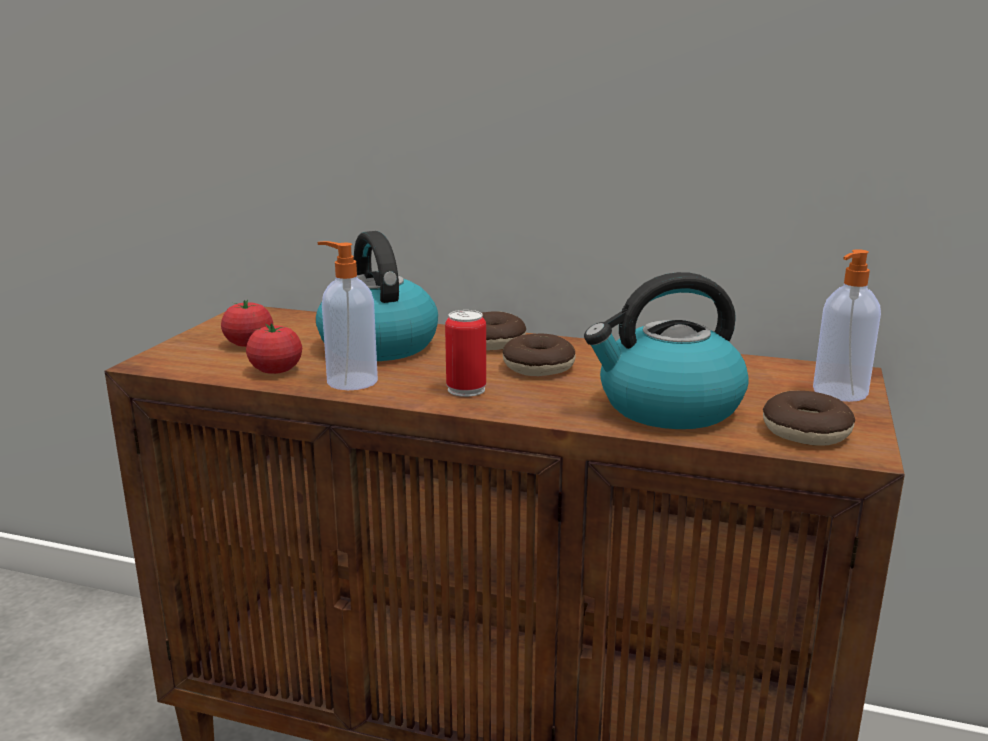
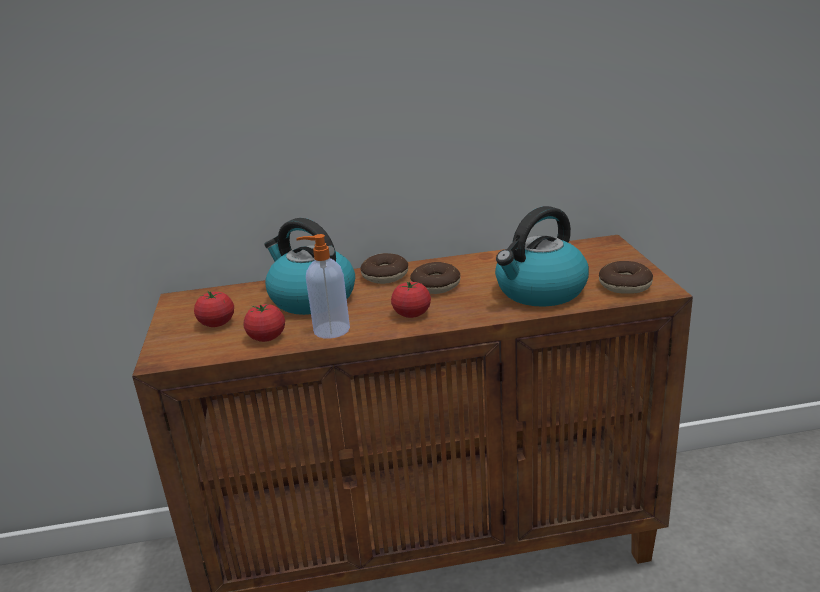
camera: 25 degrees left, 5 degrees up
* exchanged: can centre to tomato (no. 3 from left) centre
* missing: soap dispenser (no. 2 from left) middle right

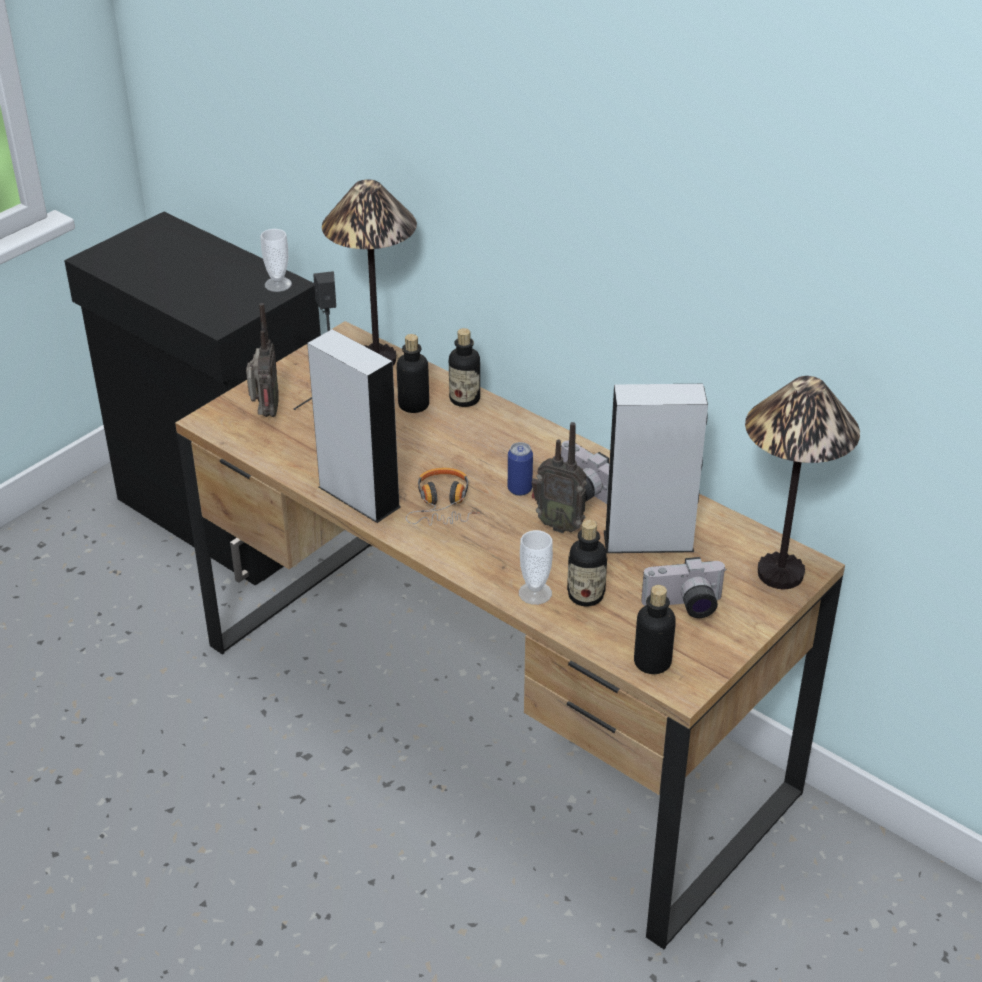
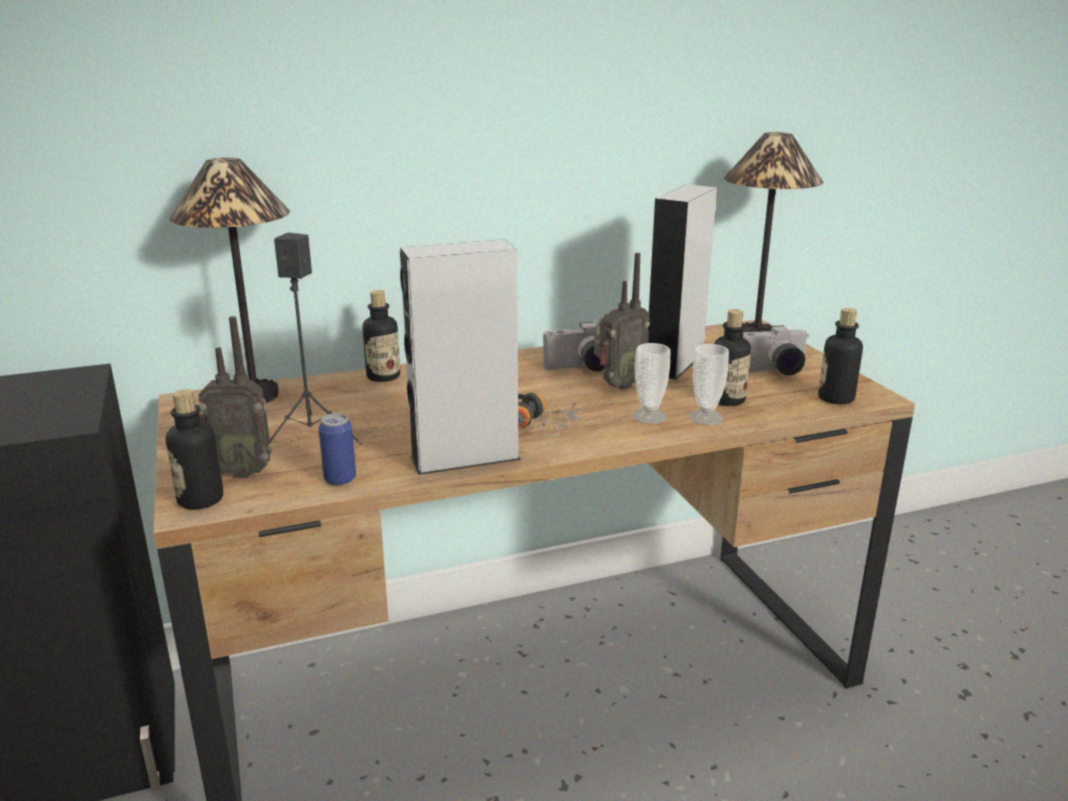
camera: 60 degrees left, 15 degrees down
* spun: radio (no. 1 from left) middle left = middle left 150 degrees clockwise
* relocated: cup (no. 1 from left) top left to centre
* relocated: bottle (no. 1 from left) centre to middle left
* relocated: can centre to middle left
* spun: photo camera (no. 2 from left) middle right = middle right 60 degrees clockwise

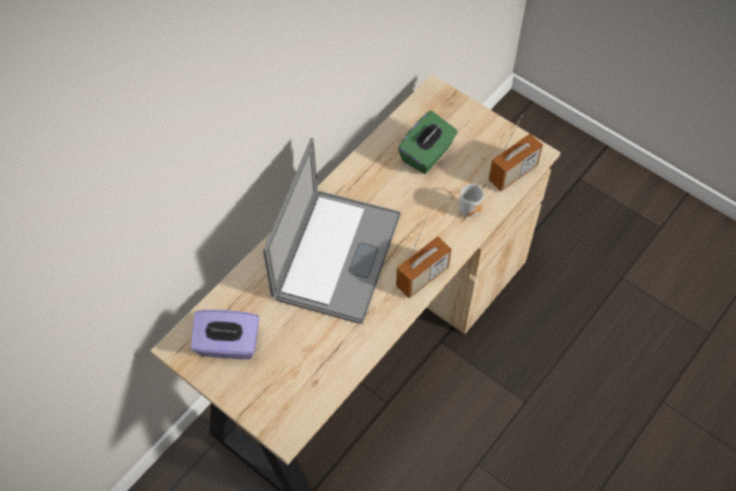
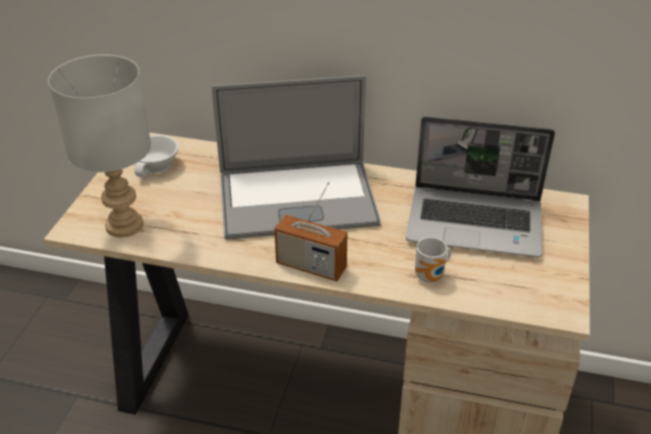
camera: 65 degrees right, 20 degrees down
* exchanged: purple tissue box bottom left to white cup middle left
* exchanged: green tissue box top centre to laptop (no. 2 from left) middle right
* missing: radio (no. 2 from left) top right
* appeared: grey table lamp middle left

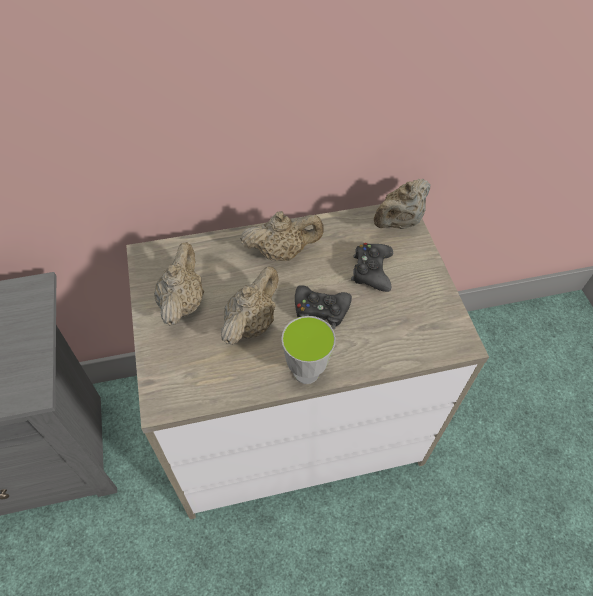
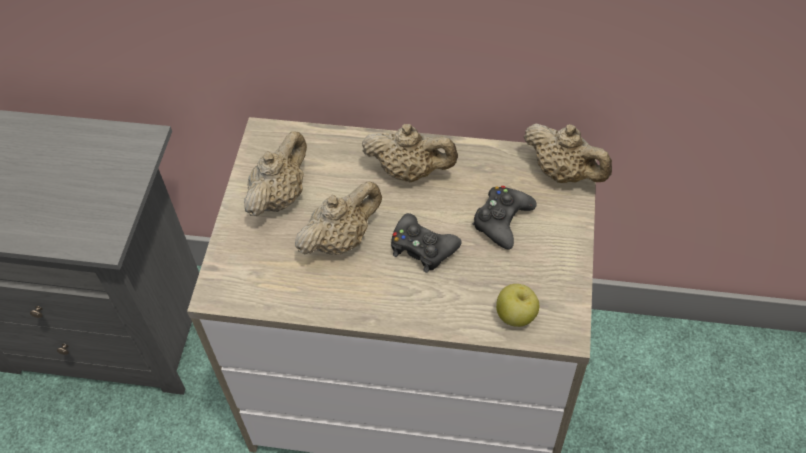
camera: 25 degrees right, 0 degrees up
* missing: cup centre
* spun: beige teapot (no. 4 from left) middle right = middle right 120 degrees counterclockwise
* appeared: apple bottom centre

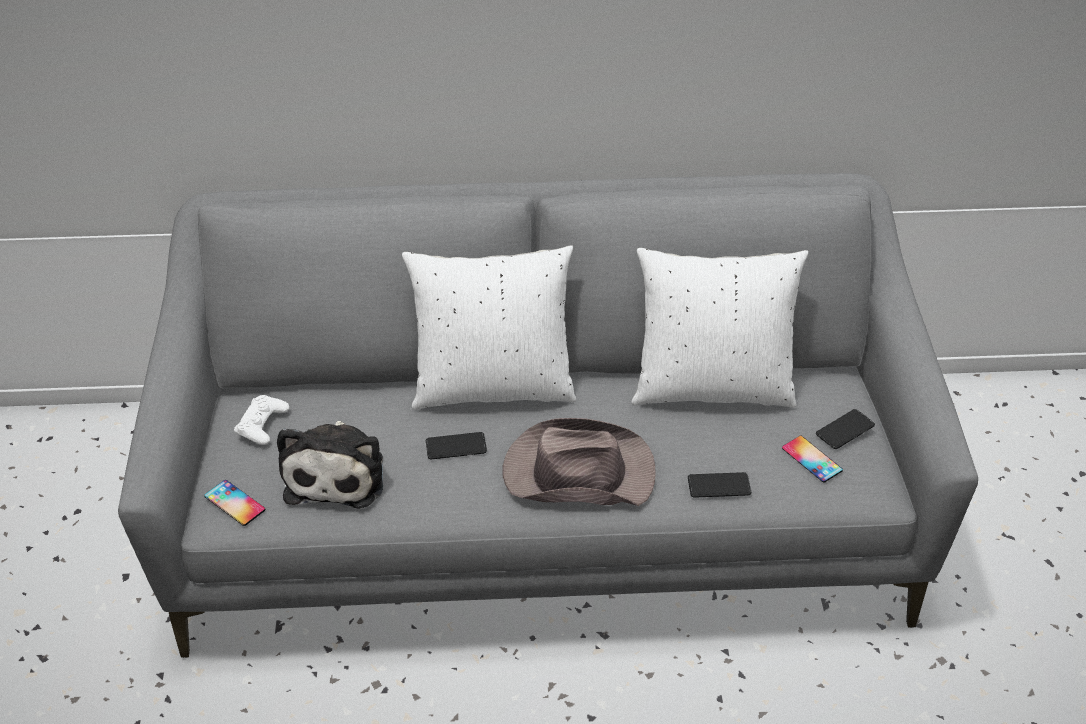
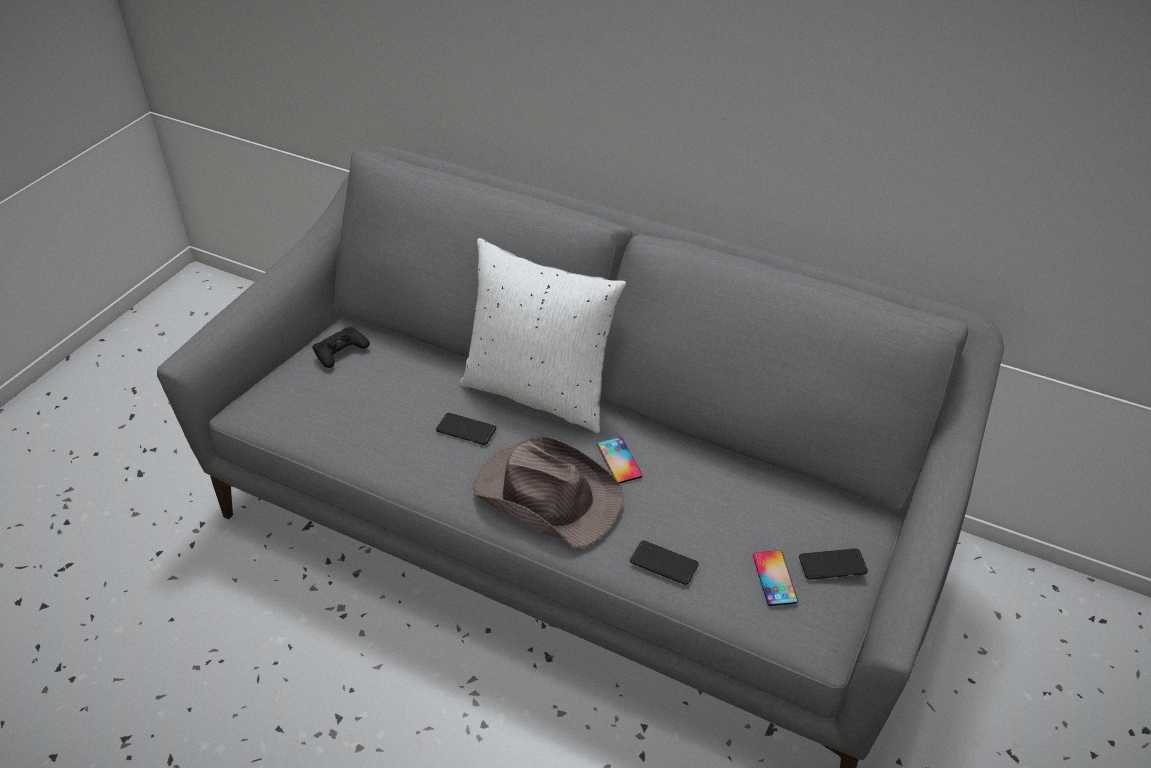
camera: 30 degrees right, 0 degrees up
* relocated: phone (no. 1 from left in the first image) bottom left to phone (no. 2 from left) centre
* colour: white game controller middle left to black game controller middle left
* missing: plush toy middle left
* missing: white pillow (no. 2 from left) centre

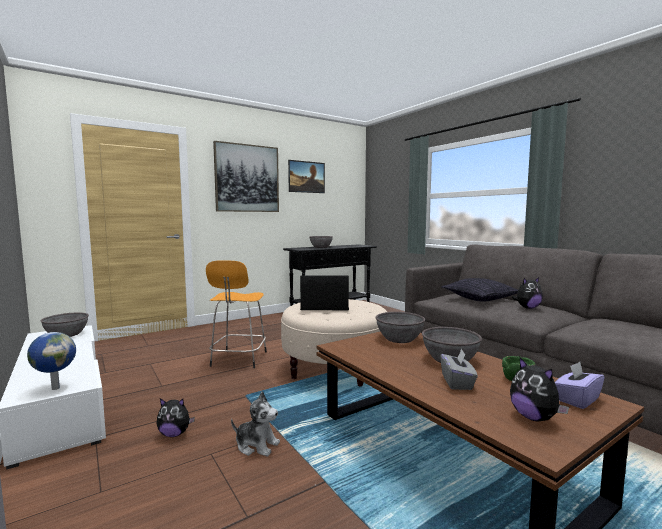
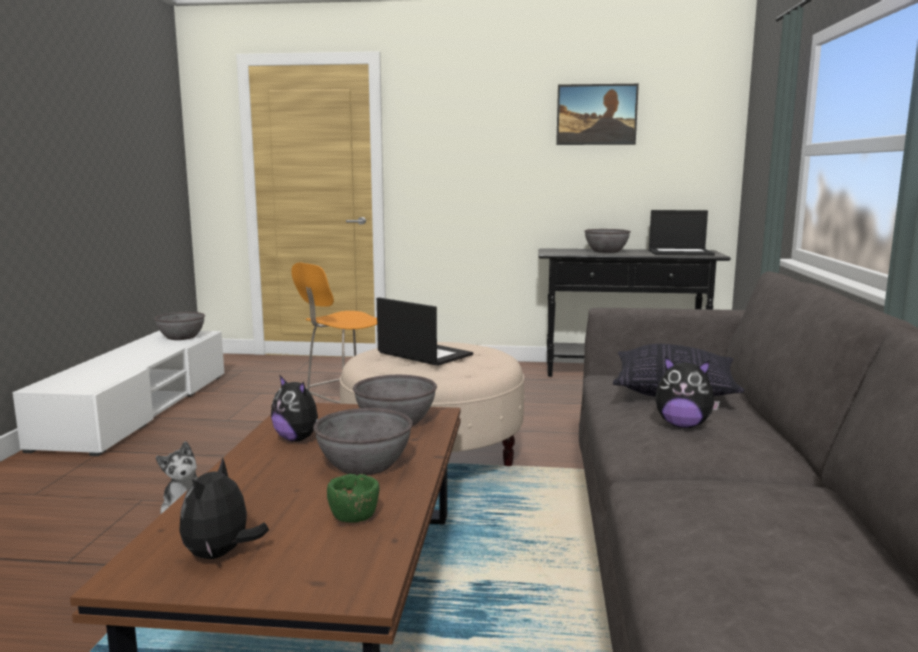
camera: 40 degrees right, 5 degrees up
* missing: globe bottom left
* relocated: plush toy (no. 1 from left in the first image) bottom left to plush toy (no. 3 from left) middle left
* missing: picture (no. 1 from left) top centre
* missing: grey tissue box bottom right
* missing: purple tissue box bottom right
* appeared: laptop (no. 2 from left) middle right

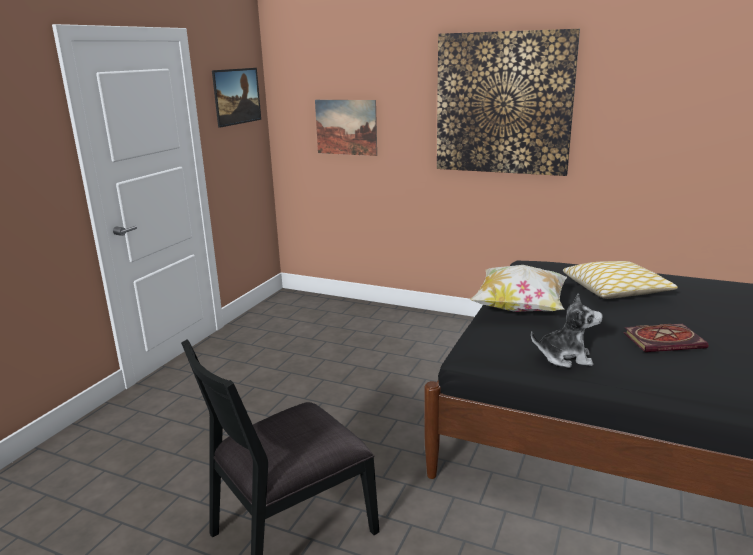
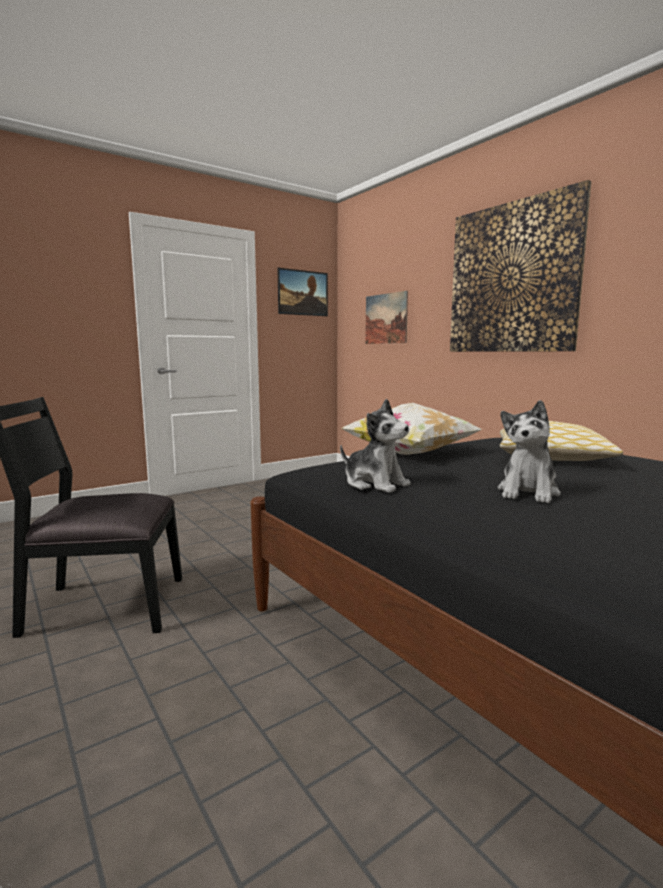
camera: 30 degrees right, 10 degrees down
* exchanged: book middle right to plush toy (no. 2 from left) middle right

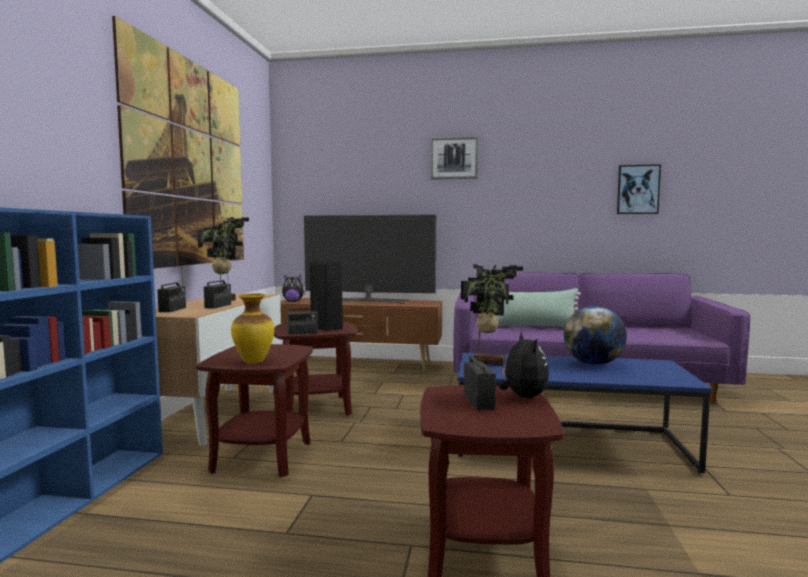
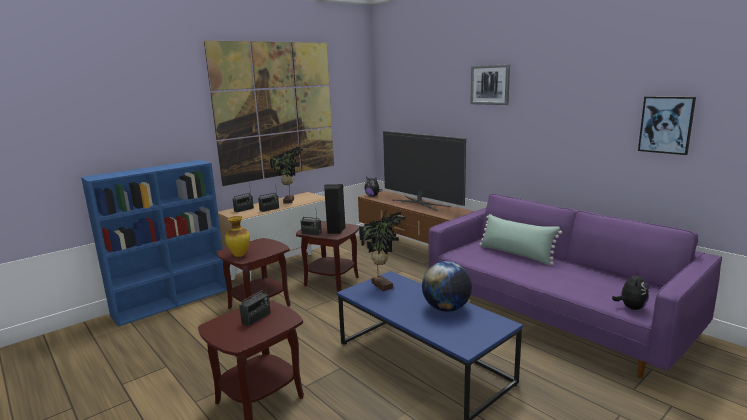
camera: 40 degrees right, 10 degrees up
* relocated: plush toy (no. 2 from left) centre to bottom right

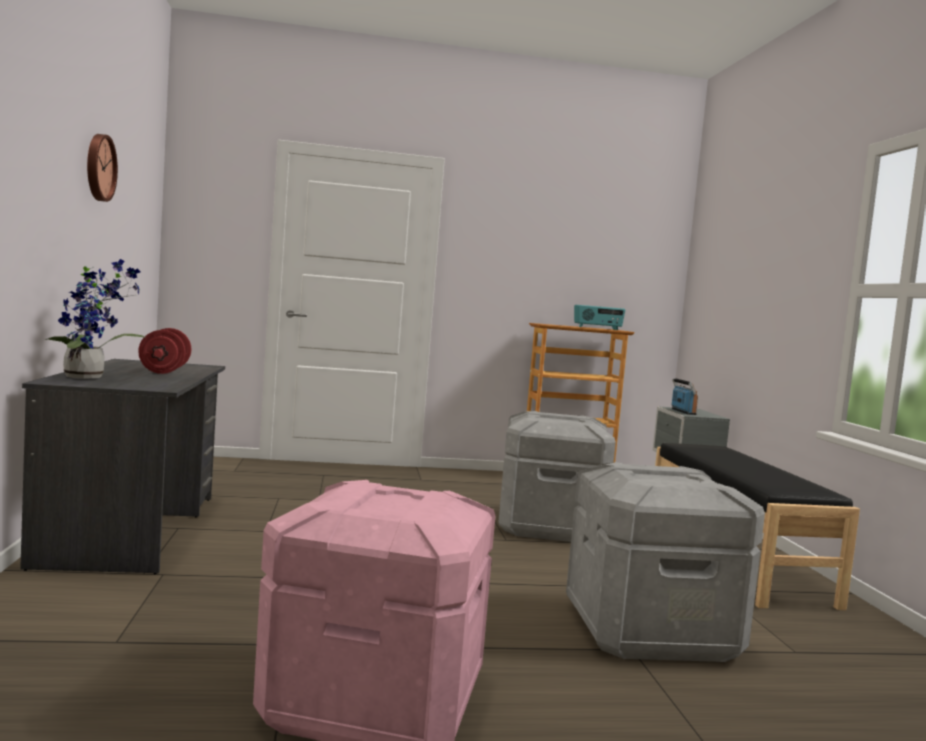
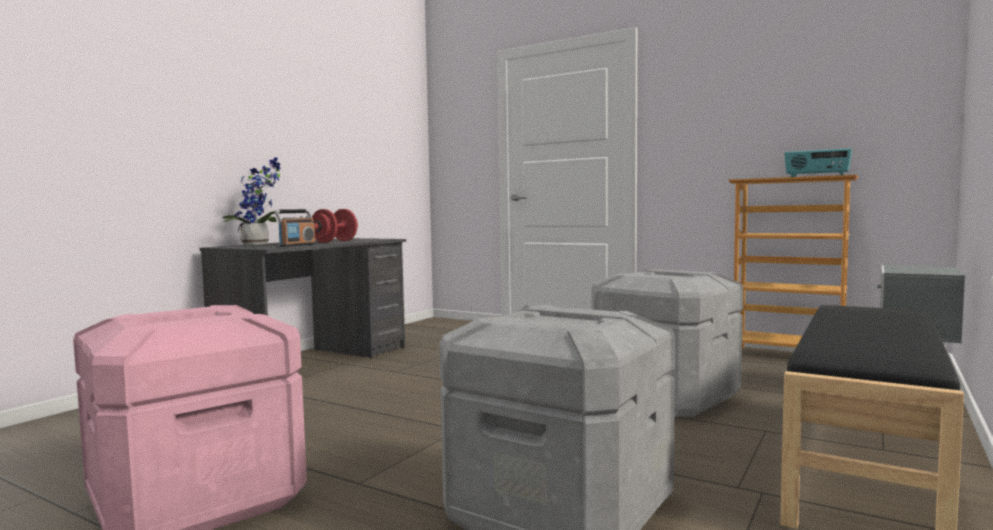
camera: 40 degrees right, 0 degrees up
* missing: wall clock top left
* relocated: radio (no. 2 from left in the first image) middle right to radio (no. 1 from left) middle left

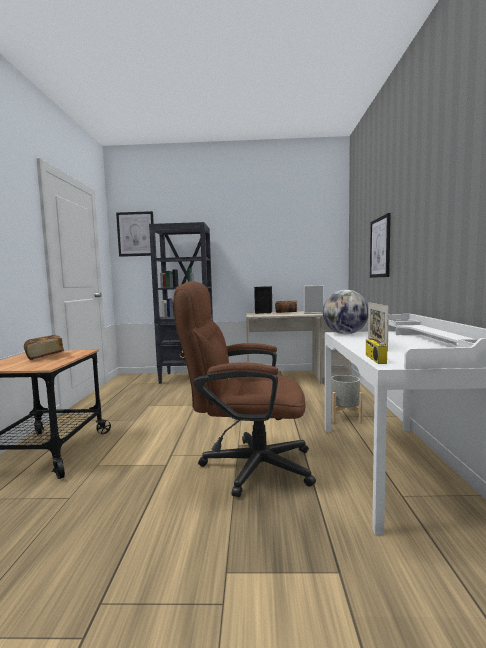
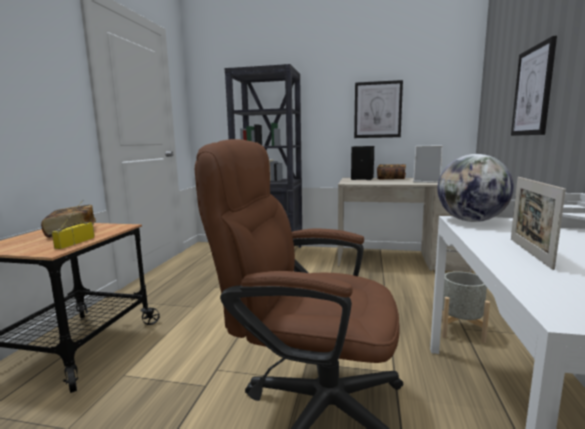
camera: 10 degrees right, 5 degrees up
* relocated: picture (no. 1 from left) middle left to top centre
* relocated: radio middle right to middle left

